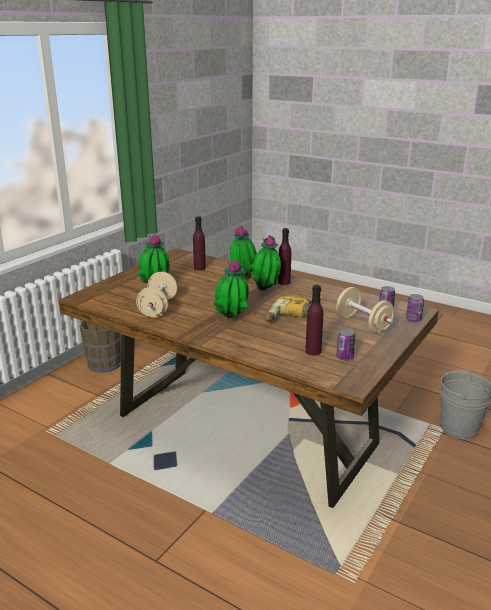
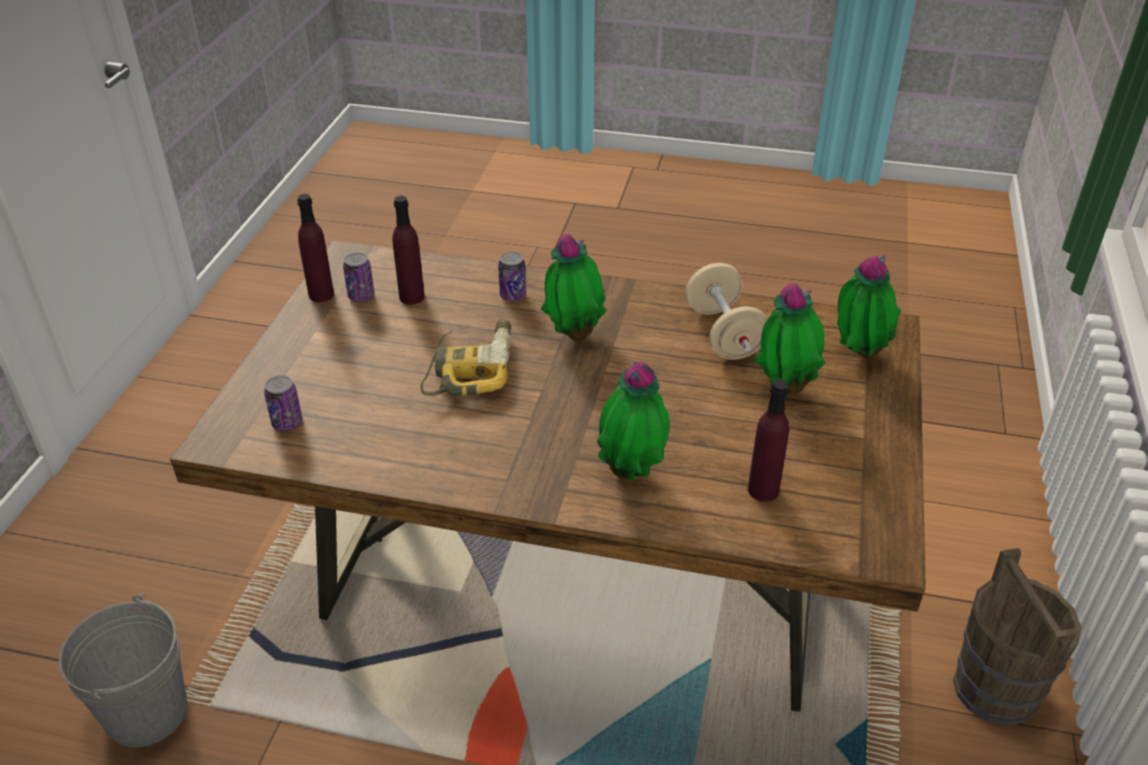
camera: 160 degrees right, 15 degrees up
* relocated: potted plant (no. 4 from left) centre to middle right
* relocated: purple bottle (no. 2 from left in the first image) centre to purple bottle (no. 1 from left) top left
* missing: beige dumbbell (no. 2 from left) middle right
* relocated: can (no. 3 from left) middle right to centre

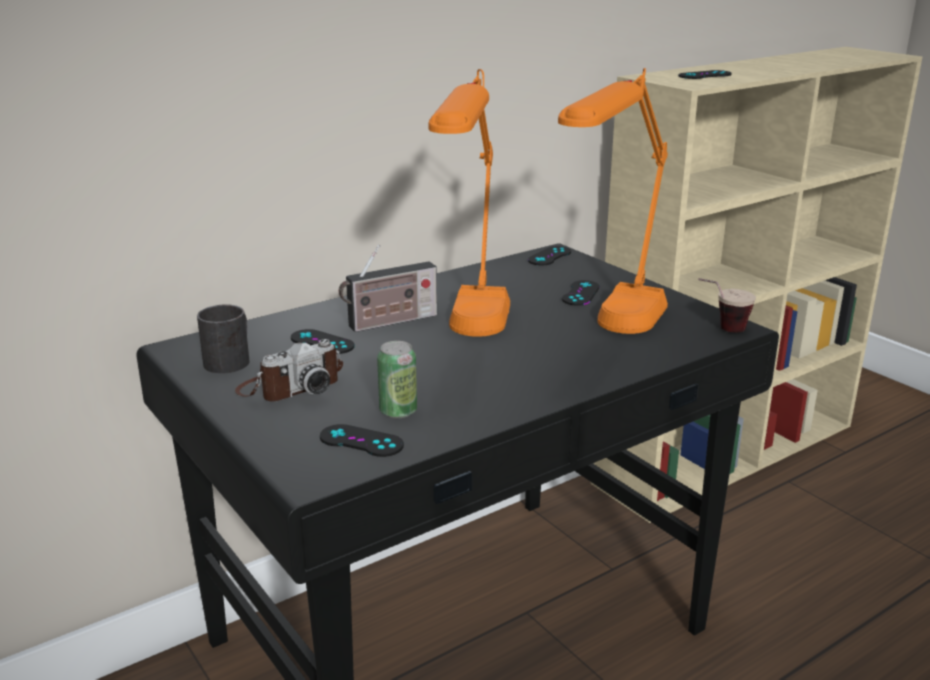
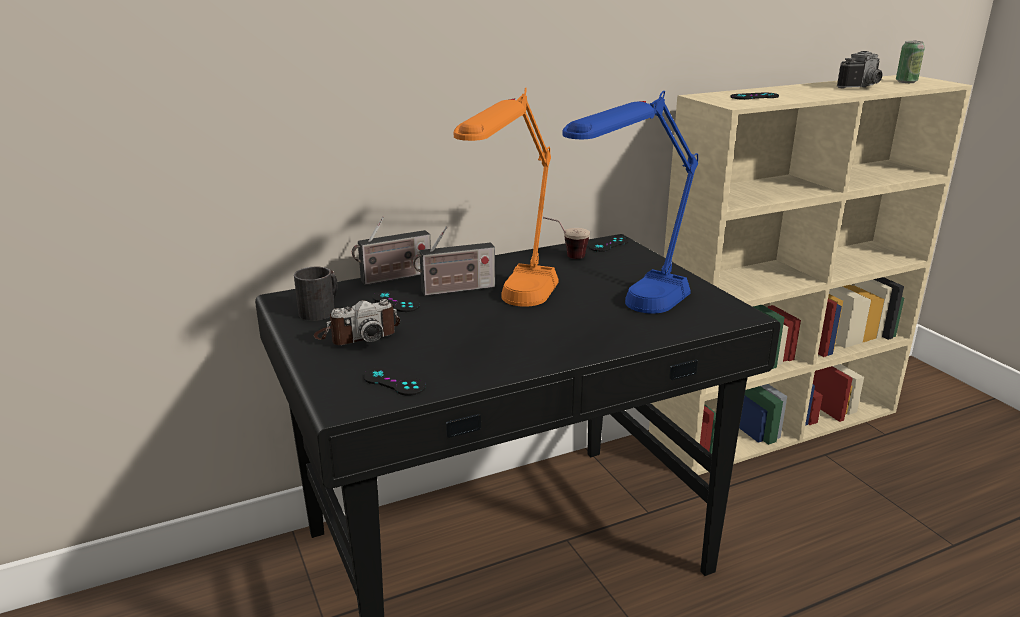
camera: 10 degrees right, 0 degrees up
* relocated: can centre to top right
* colour: orange table lamp (no. 2 from left) top centre to blue table lamp top centre
* missing: black game controller (no. 4 from left) centre
* relocated: cup middle right to centre
* appeared: radio (no. 1 from left) centre
* appeared: photo camera (no. 2 from left) top right

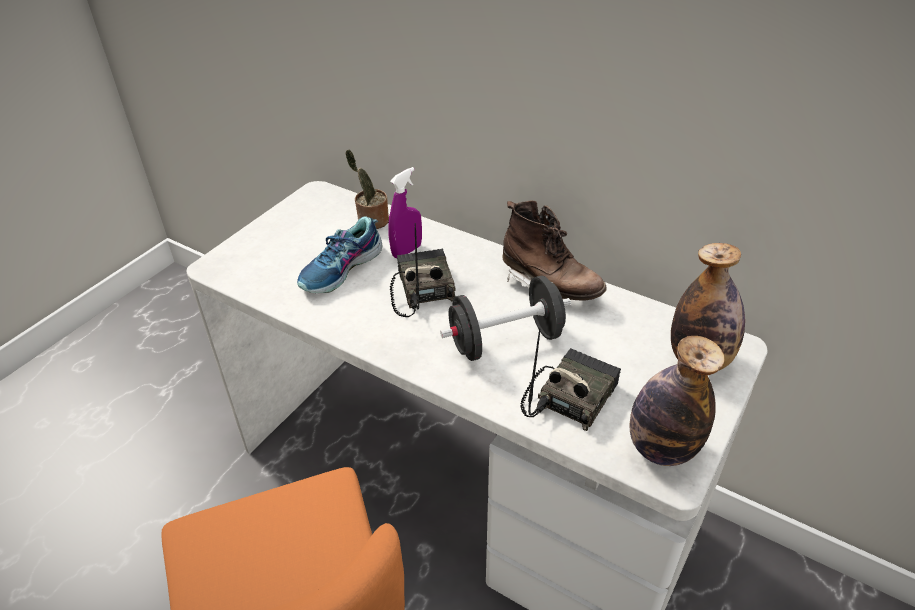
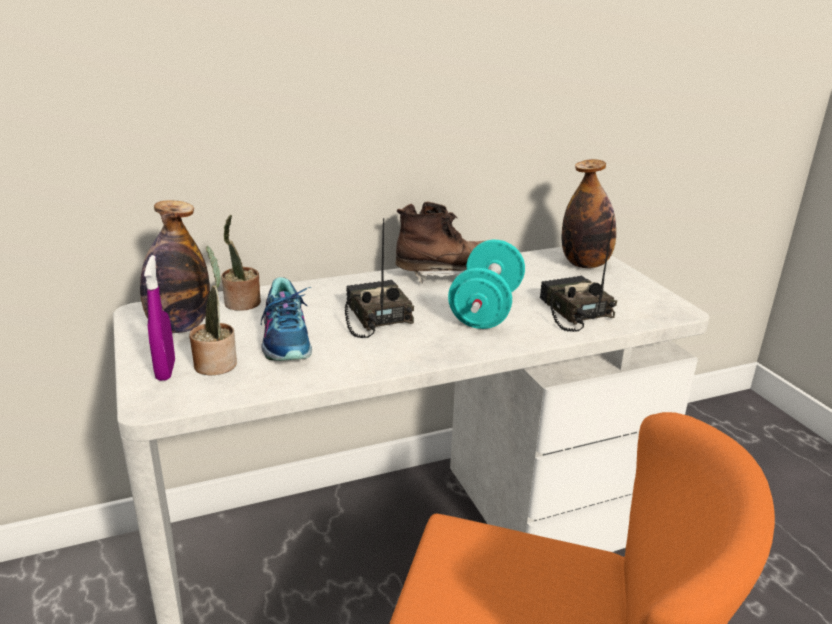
camera: 55 degrees left, 15 degrees down
* relocated: purple spray bottle centre to middle left
* spun: radio (no. 1 from left) centre = centre 45 degrees clockwise
* colour: black dumbbell centre to turquoise dumbbell centre
* relocated: bottle (no. 1 from left) middle right to middle left
* appeared: potted plant (no. 1 from left) middle left

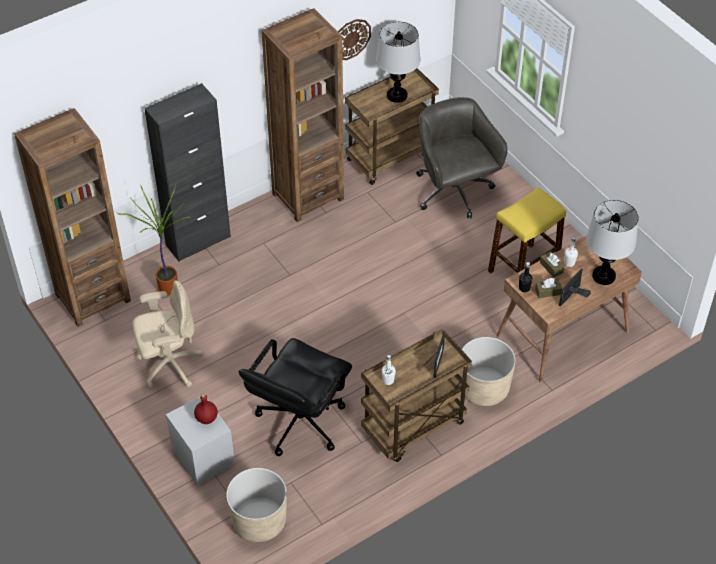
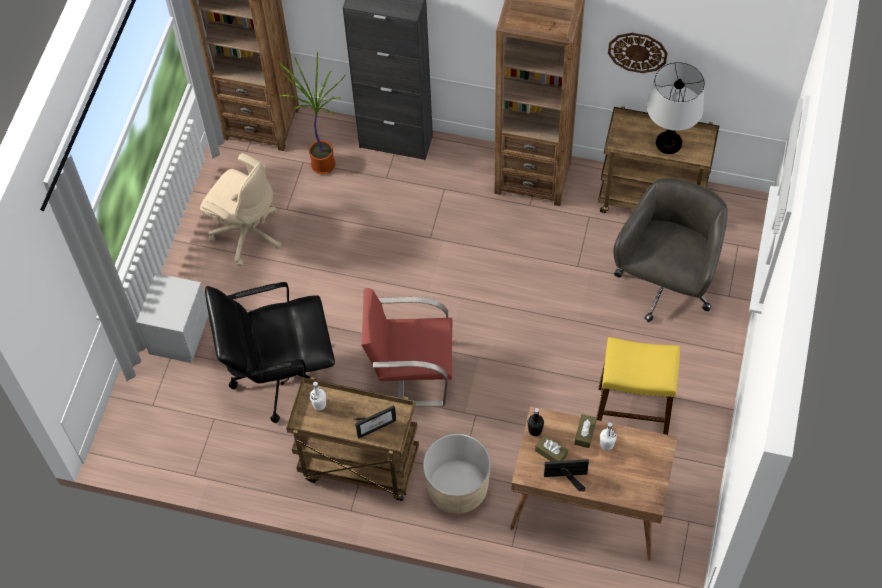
camera: 50 degrees right, 10 degrees up
* missing: red bottle bottom left
* missing: beige planter (no. 1 from left) bottom centre
* missing: table lamp (no. 2 from left) middle right
* appeared: red chair centre

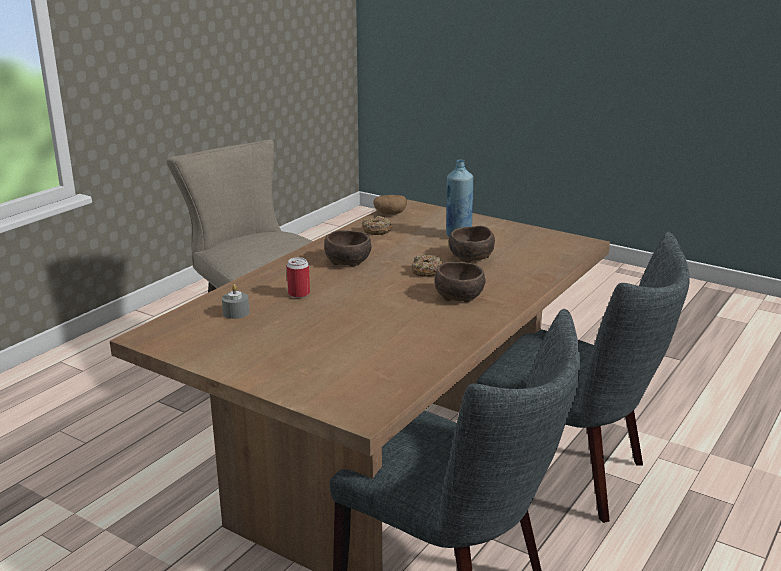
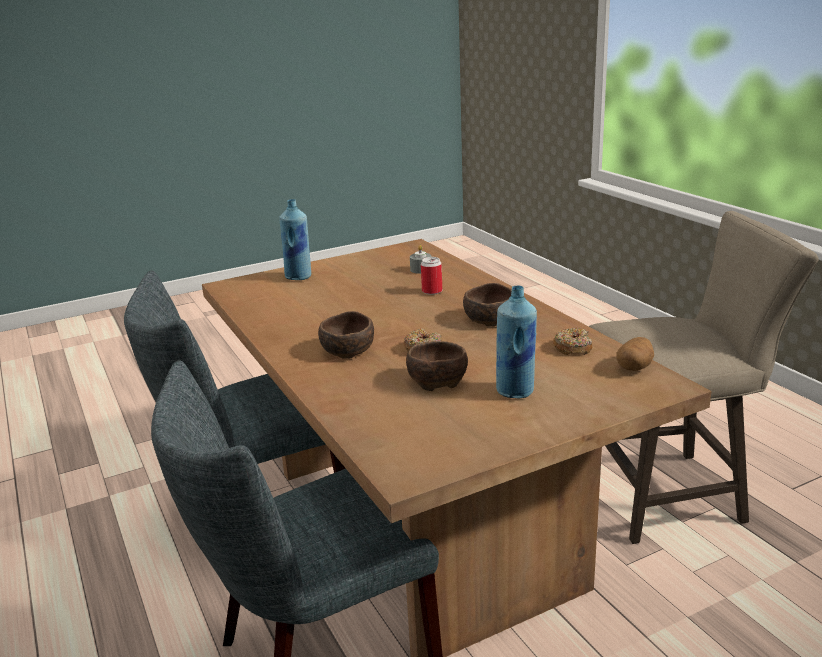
camera: 120 degrees right, 0 degrees up
* appeared: blue bottle (no. 1 from left) centre

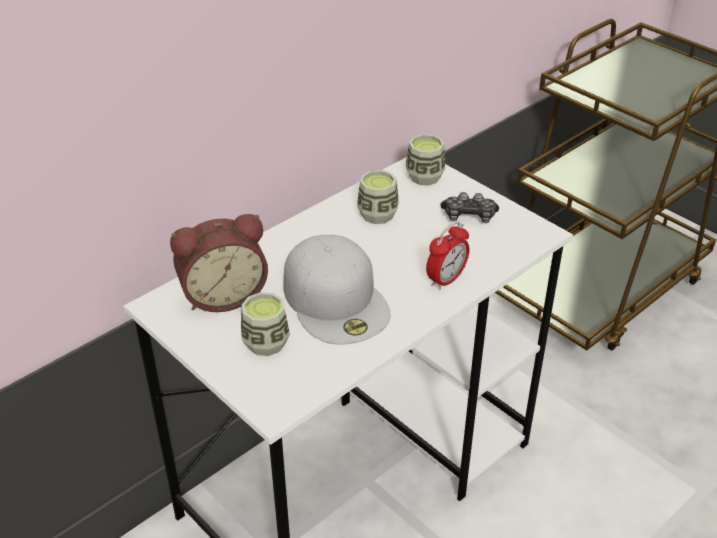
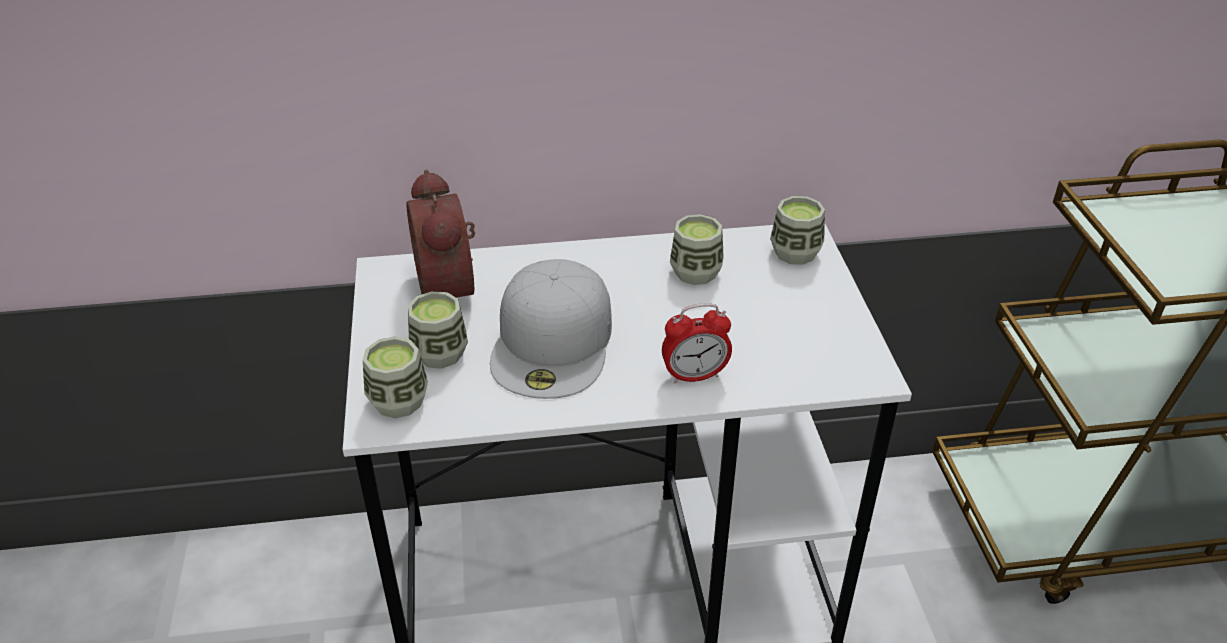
camera: 35 degrees right, 0 degrees up
* spun: alarm clock (no. 1 from left) middle left = centre 60 degrees clockwise
* missing: game controller centre
* appeared: cup (no. 1 from left) middle left

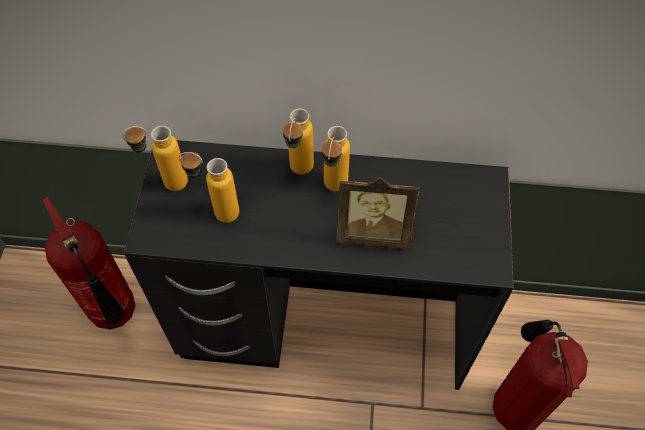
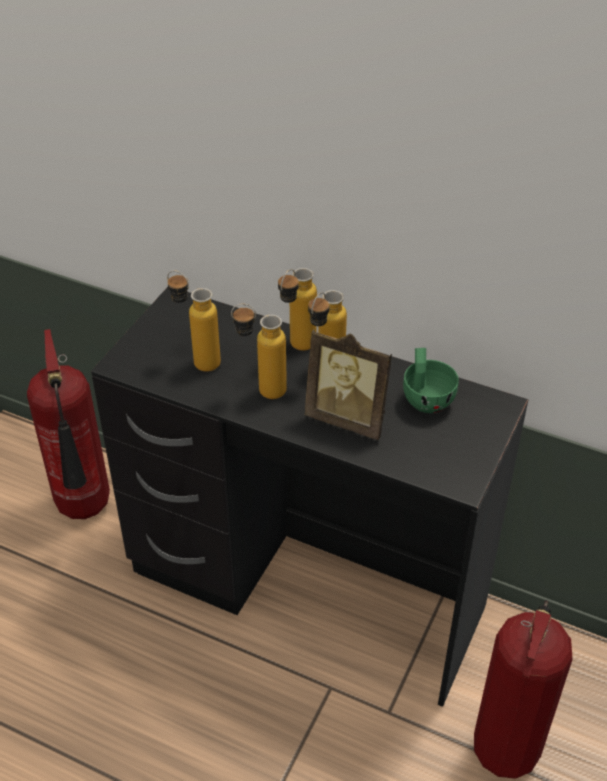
camera: 20 degrees right, 15 degrees down
* relocated: bottle (no. 1 from left in the first image) middle left to bottle (no. 2 from left) centre
* appeared: green cup middle right

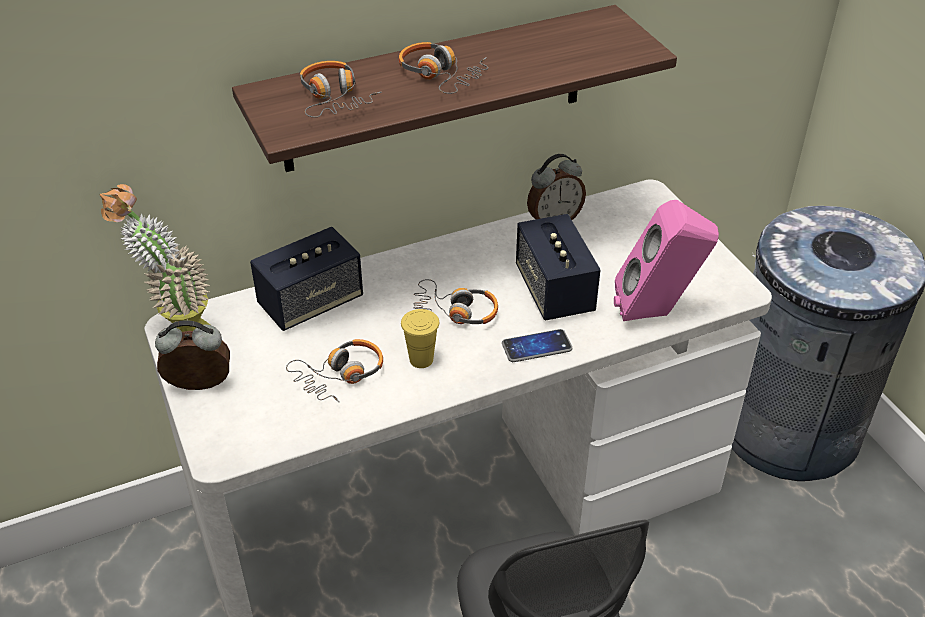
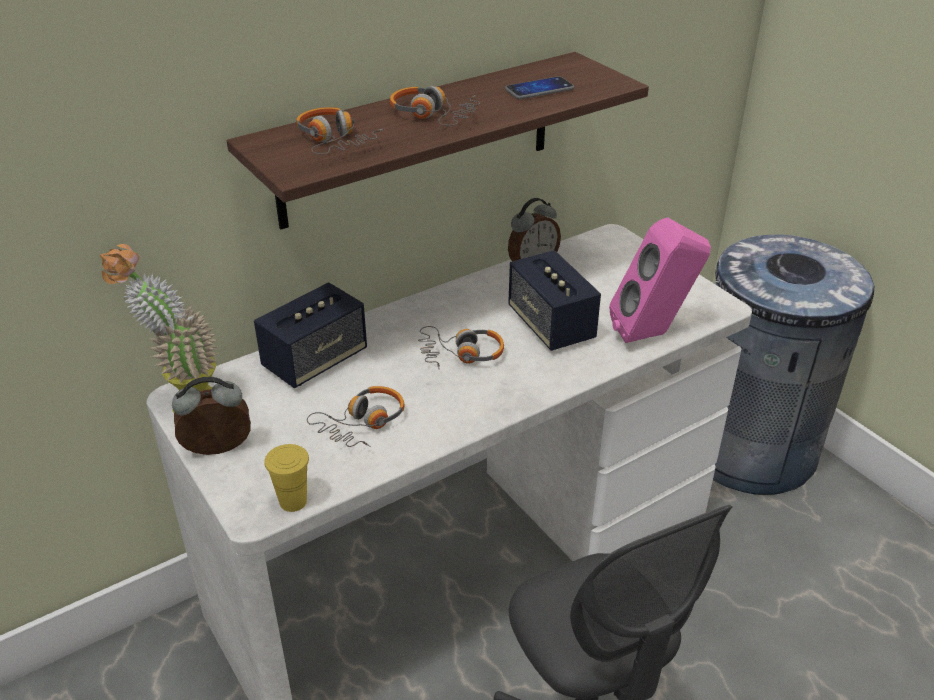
camera: 10 degrees left, 5 degrees down
* relocated: yellow cup centre to bottom left
* relocated: phone centre to top centre

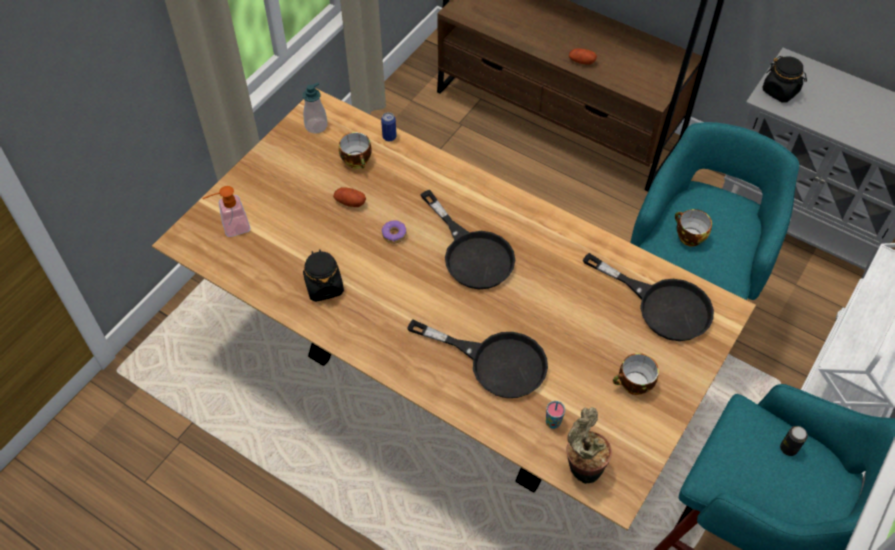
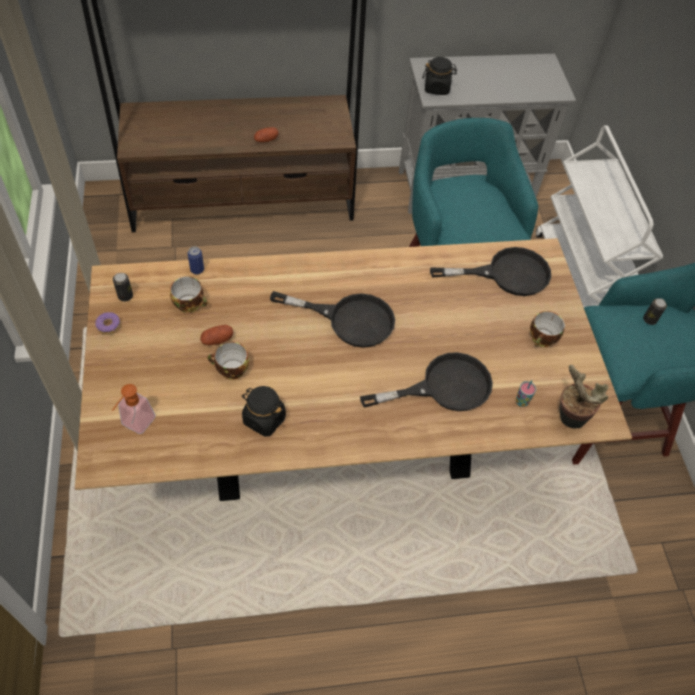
camera: 45 degrees left, 0 degrees up
* exchanged: soap dispenser (no. 2 from left) top centre to can (no. 1 from left) middle left
* relocated: donut centre to middle left
* relocated: cup (no. 4 from left in the first image) middle right to cup (no. 2 from left) middle left

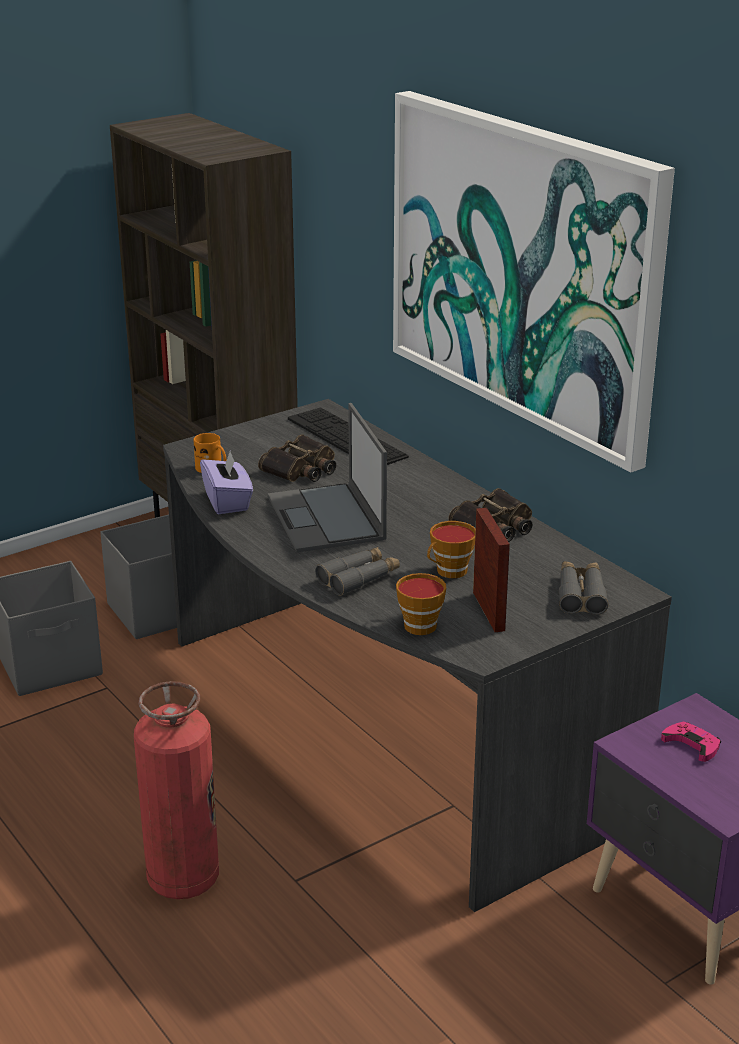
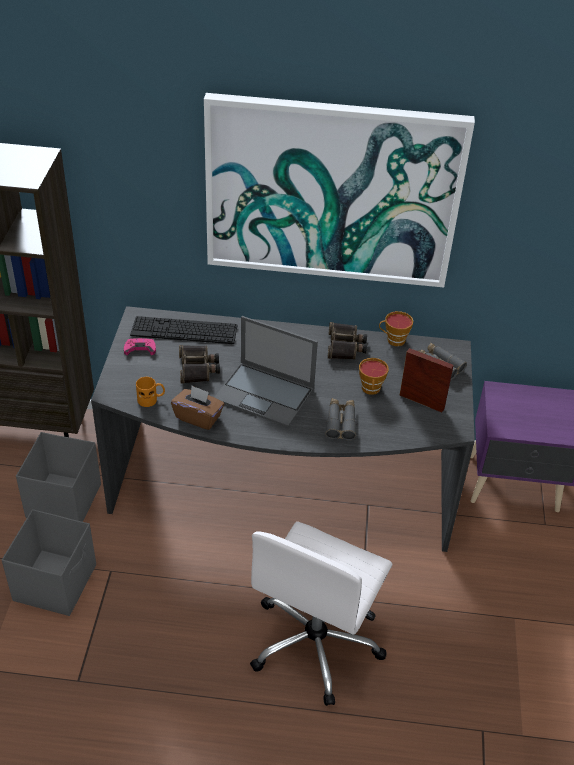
camera: 50 degrees left, 15 degrees up
* exchanged: fire extinguisher bottom left to white office chair bottom centre
* colour: purple tissue box middle left to brown tissue box centre
* relocated: cup (no. 1 from left in the first image) centre to cup (no. 2 from left) middle right
* relocated: pink game controller bottom right to middle left

